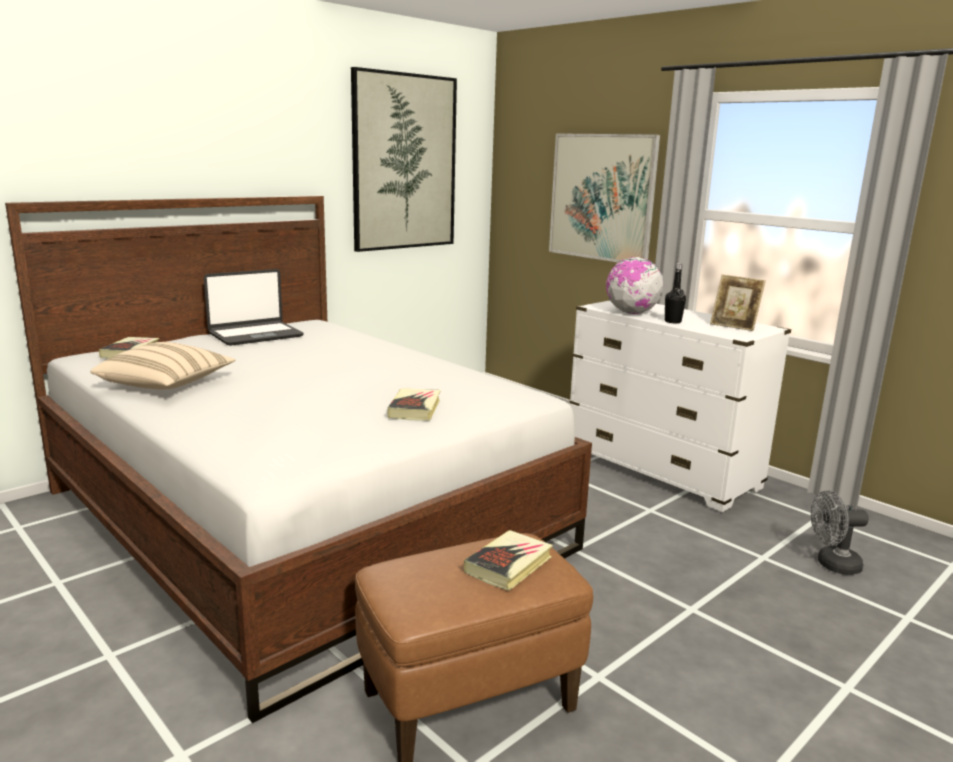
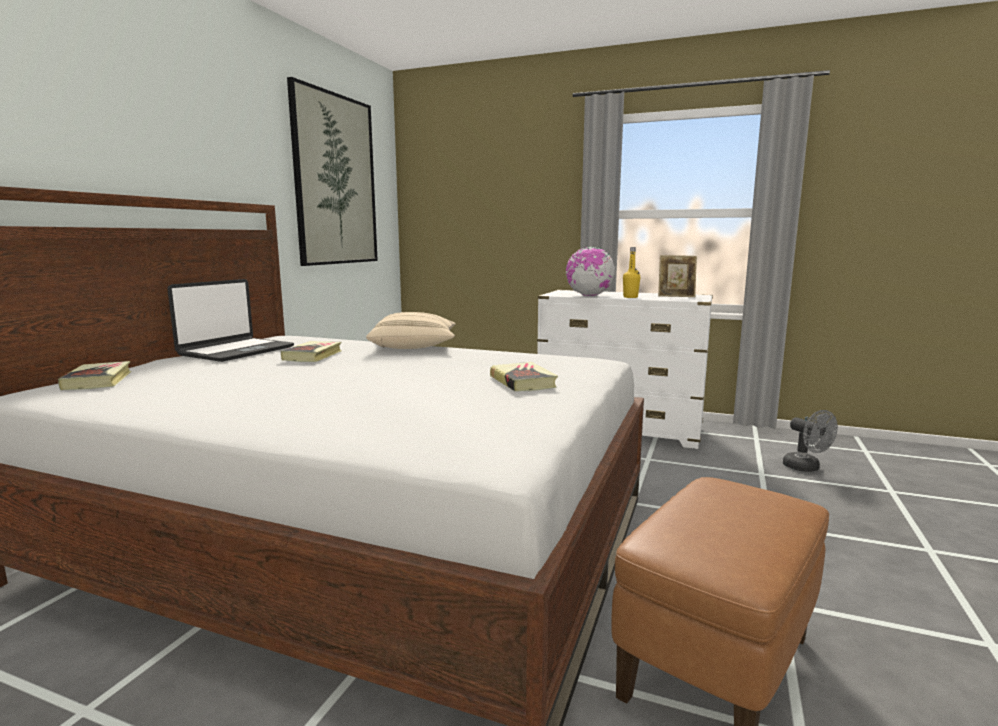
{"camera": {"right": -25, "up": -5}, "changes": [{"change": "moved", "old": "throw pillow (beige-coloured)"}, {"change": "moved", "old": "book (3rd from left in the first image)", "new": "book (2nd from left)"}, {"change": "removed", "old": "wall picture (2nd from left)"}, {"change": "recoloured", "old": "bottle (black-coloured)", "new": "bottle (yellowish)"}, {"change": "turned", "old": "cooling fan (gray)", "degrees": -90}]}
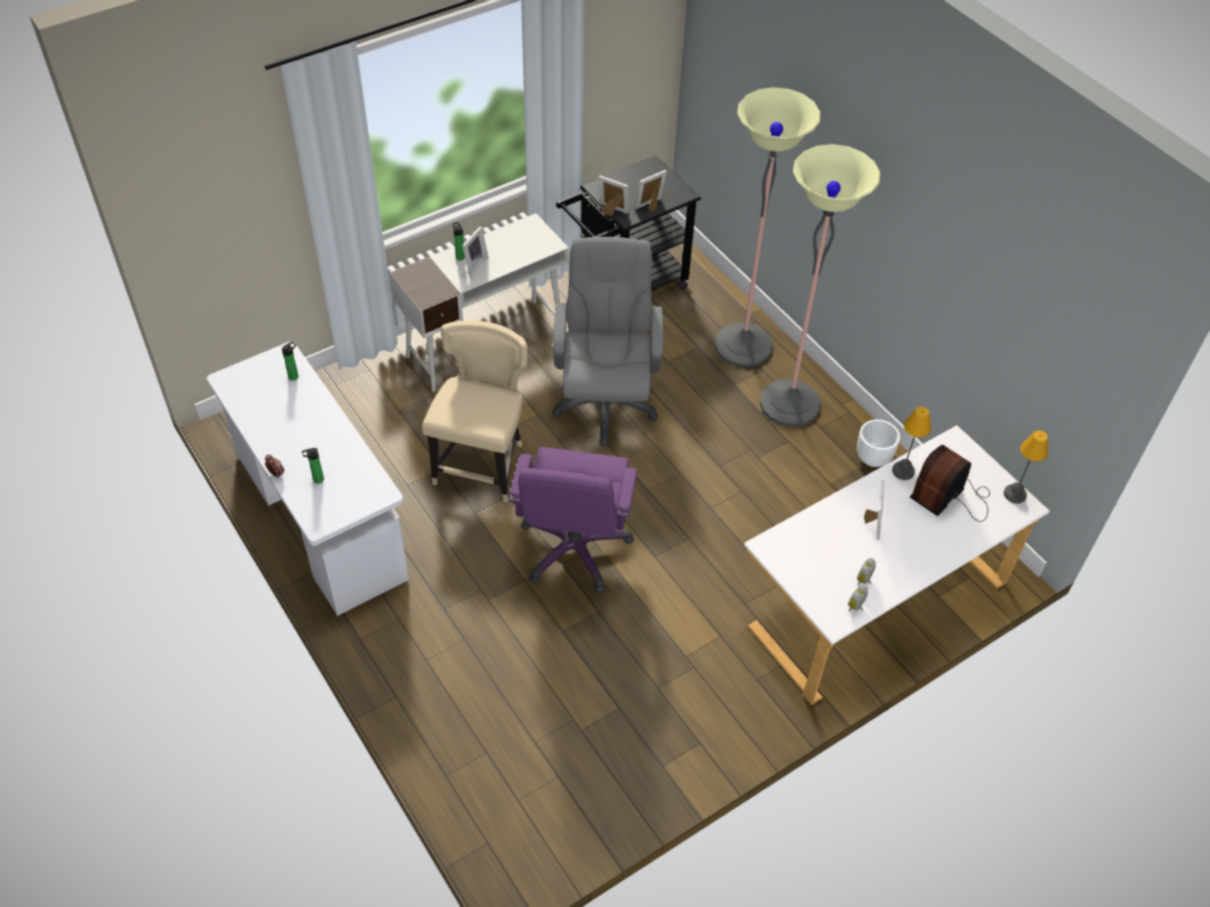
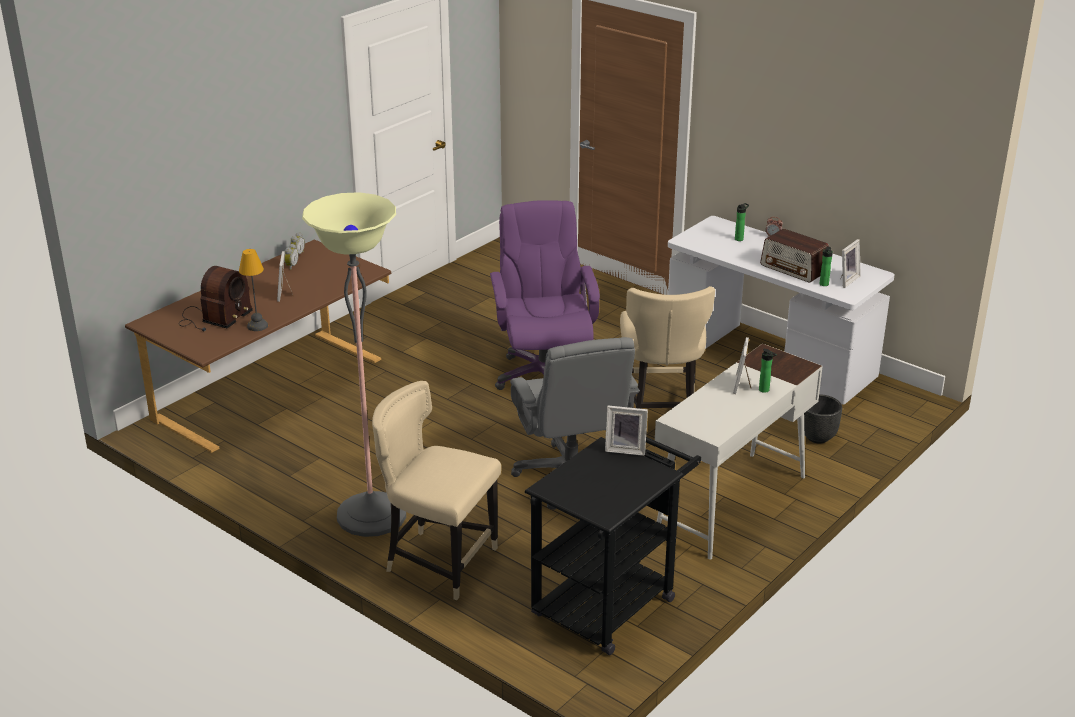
{"camera": {"right": 165, "up": -20}, "changes": [{"change": "moved", "old": "picture frame (3rd from left in the first image)", "new": "picture frame (4th from left)"}, {"change": "replaced", "old": "standing lamp (1st from left)", "new": "chair (beige-coloured) (1st from left)"}, {"change": "recoloured", "old": "desk table (white) (3rd from left)", "new": "desk table (brownish)"}, {"change": "removed", "old": "flower pot (white)"}, {"change": "removed", "old": "tabletop lamp (2nd from left)"}, {"change": "added", "new": "radio (2nd from left)"}, {"change": "added", "new": "flower pot (black-coloured)"}]}
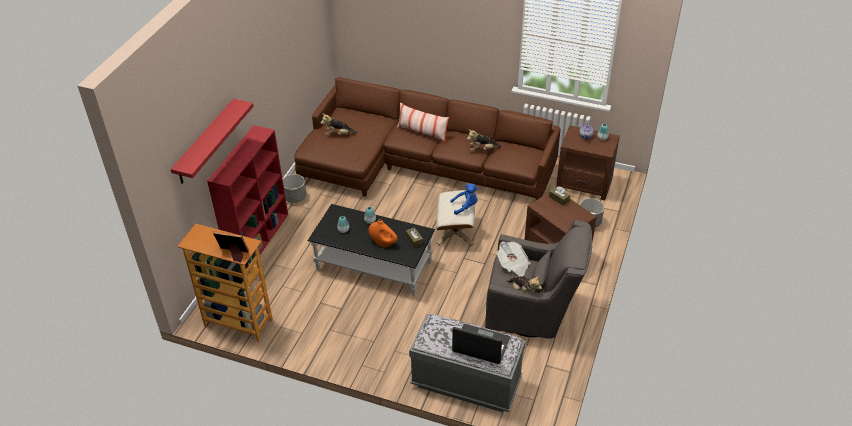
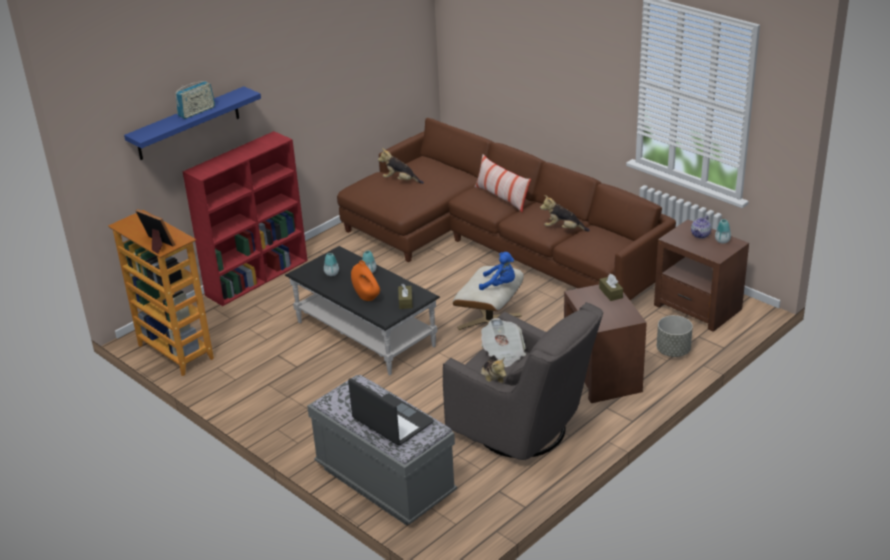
{"camera": {"right": 25, "up": -10}, "changes": [{"change": "recoloured", "old": "wall shelf (red-coloured)", "new": "wall shelf (blue)"}, {"change": "removed", "old": "flower pot (gray) (1st from left)"}, {"change": "added", "new": "radio"}]}
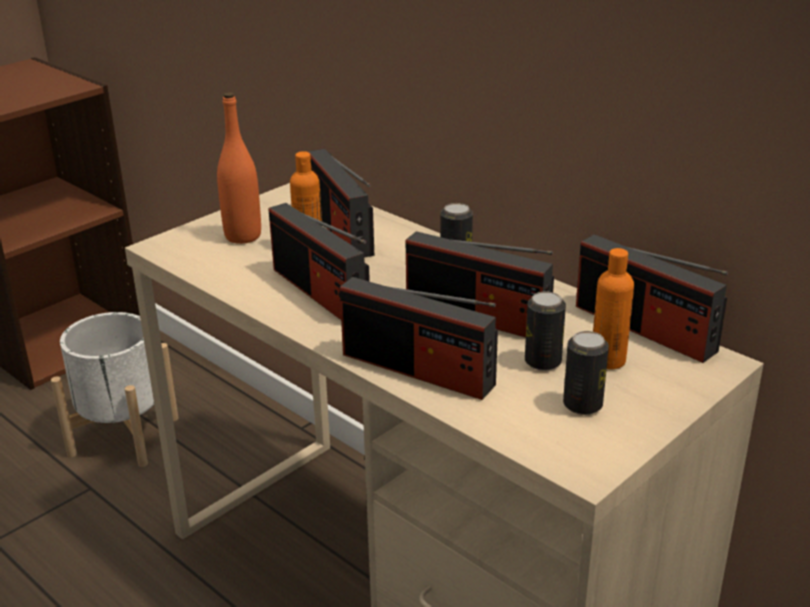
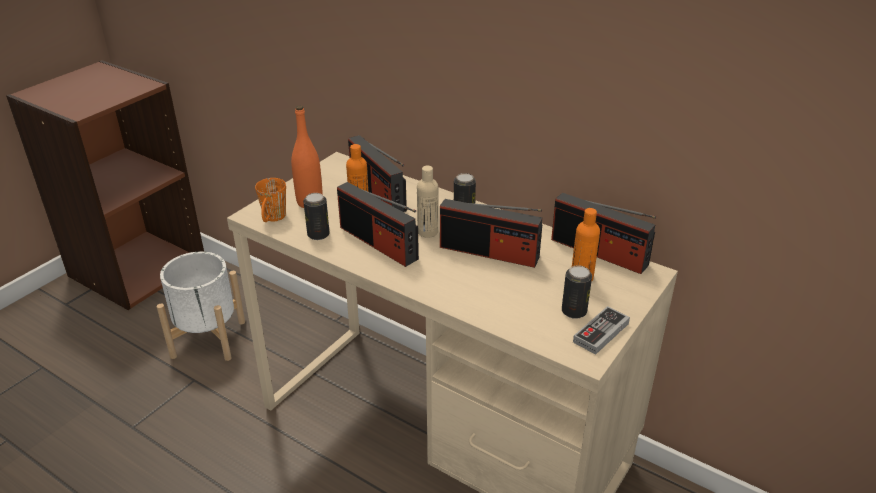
{"camera": {"right": -10, "up": 5}, "changes": [{"change": "removed", "old": "radio (3rd from left)"}, {"change": "moved", "old": "sealed can (2nd from left in the first image)", "new": "sealed can (1st from left)"}, {"change": "added", "new": "mug (orangey)"}, {"change": "added", "new": "bottle (beige-coloured)"}, {"change": "added", "new": "game controller"}]}
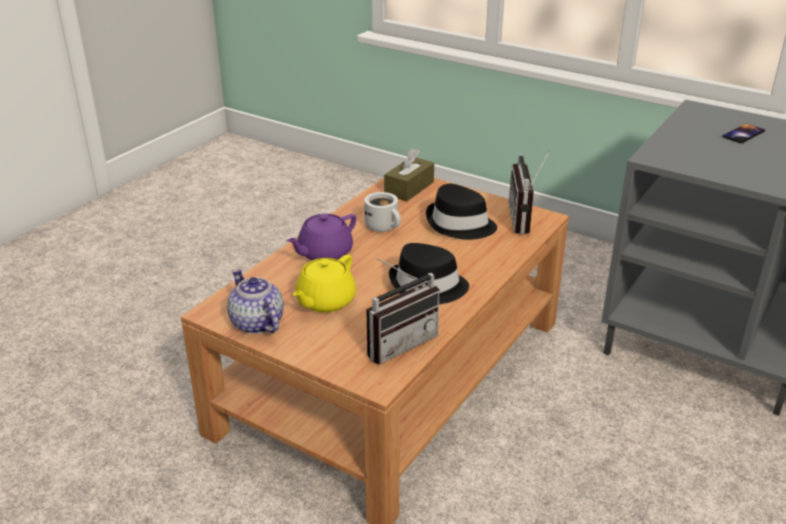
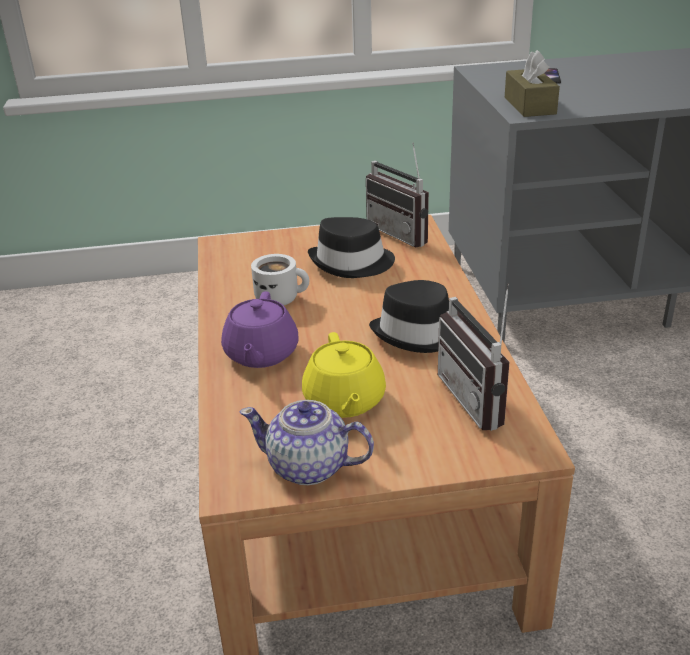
{"camera": {"right": -40, "up": 0}, "changes": [{"change": "turned", "old": "radio (1st from left in the first image)", "degrees": 150}, {"change": "moved", "old": "box of tissues (brownish)"}]}
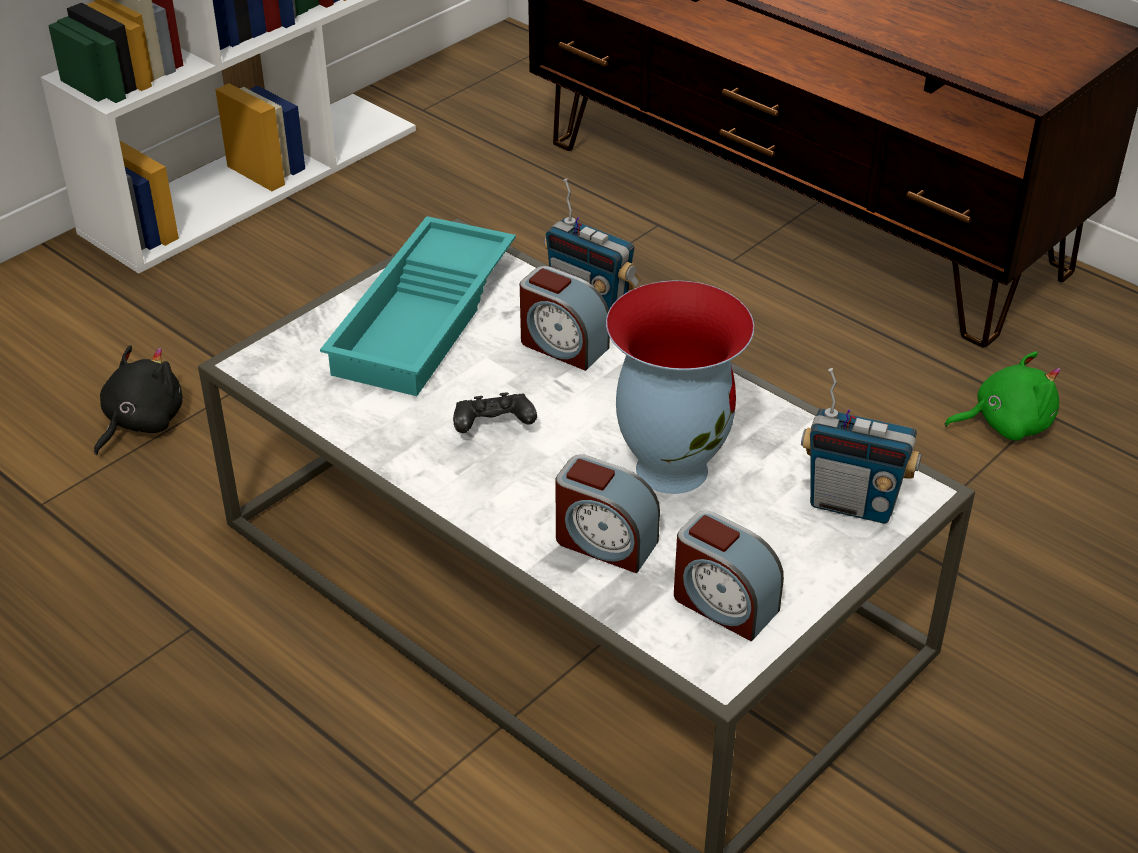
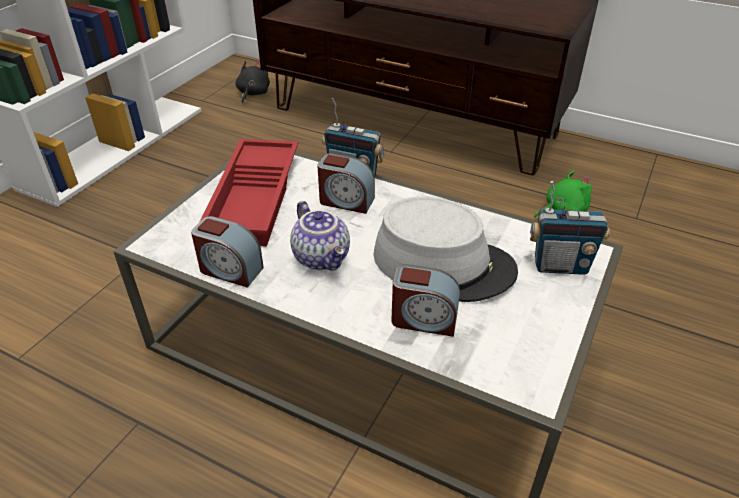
{"camera": {"right": -15, "up": 0}, "changes": [{"change": "moved", "old": "plush toy (black-coloured)"}, {"change": "recoloured", "old": "serving tray (turquoise-coloured)", "new": "serving tray (red-coloured)"}, {"change": "replaced", "old": "game controller (black-coloured)", "new": "tea pot"}, {"change": "replaced", "old": "vase", "new": "wearable hat (gray)"}, {"change": "moved", "old": "table clock (3rd from left in the first image)", "new": "table clock (1st from left)"}]}
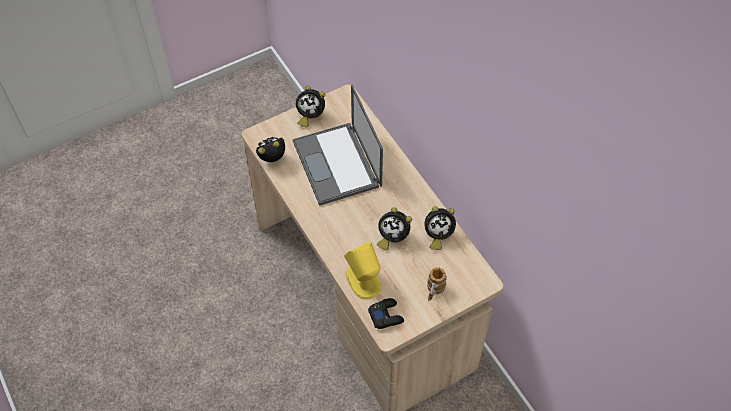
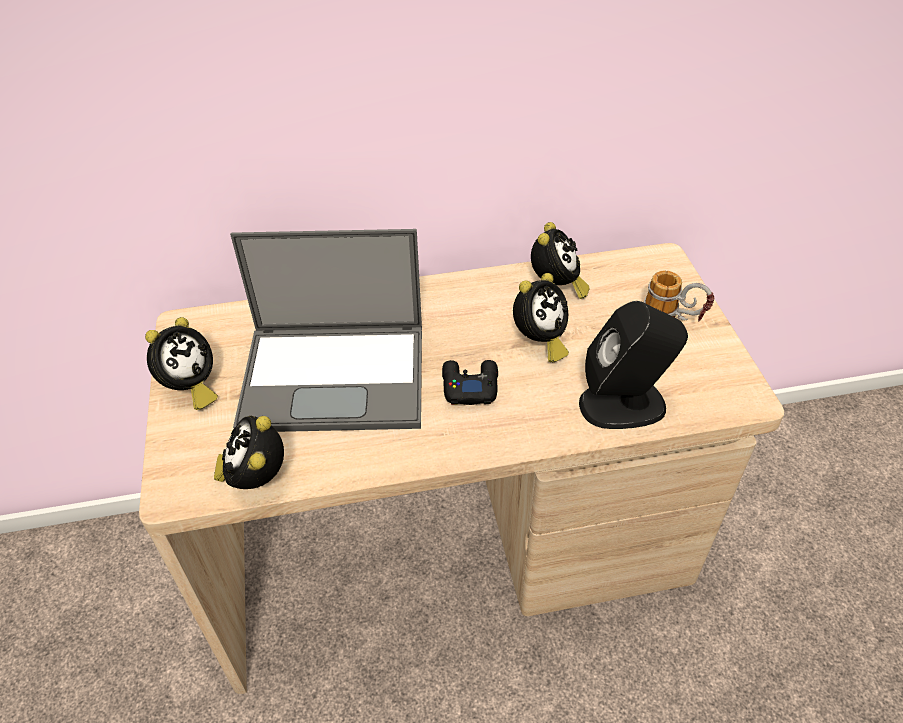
{"camera": {"right": -70, "up": -10}, "changes": [{"change": "recoloured", "old": "loudspeaker (yellowish)", "new": "loudspeaker (black-coloured)"}, {"change": "moved", "old": "game controller (black-coloured)"}]}
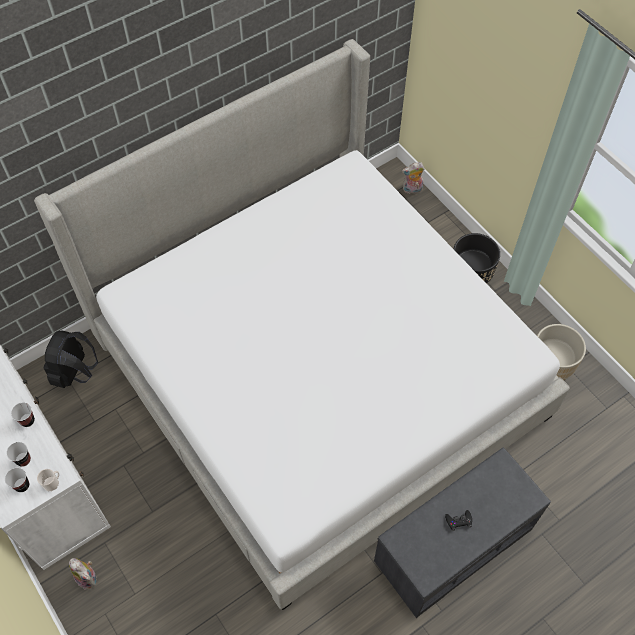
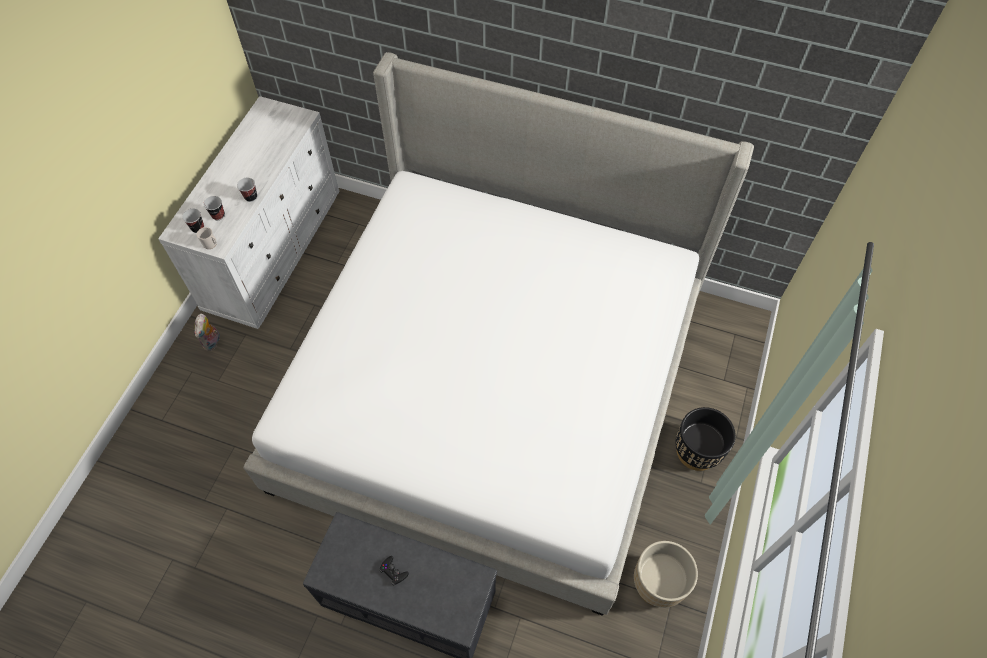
{"camera": {"right": 55, "up": 0}, "changes": [{"change": "removed", "old": "rucksack (black-coloured)"}, {"change": "removed", "old": "plush toy (2nd from left)"}]}
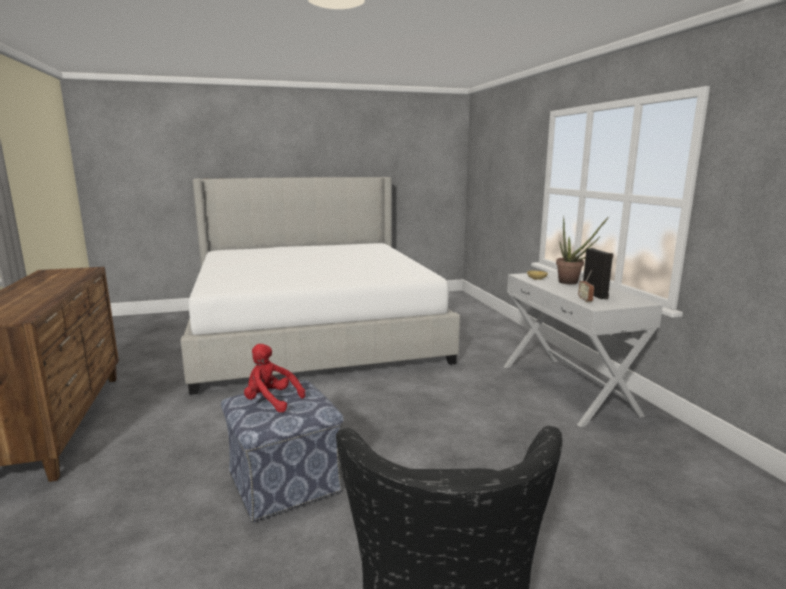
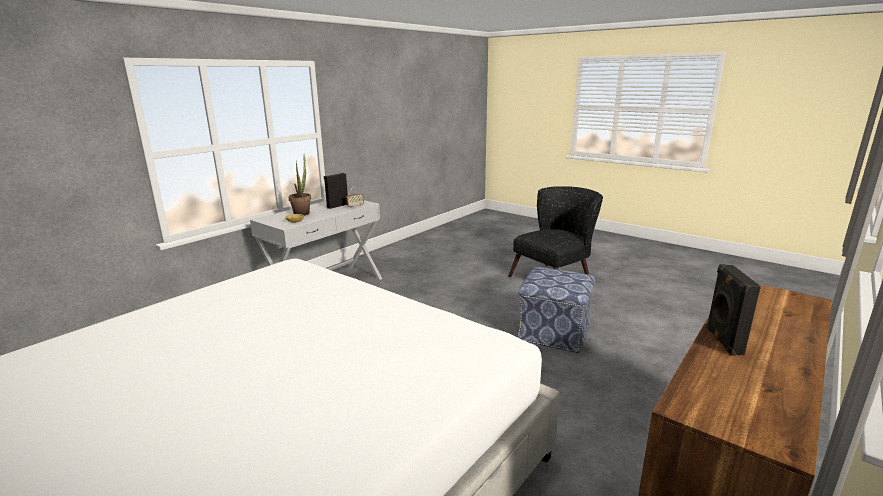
{"camera": {"right": -125, "up": 5}, "changes": [{"change": "removed", "old": "plush toy (red-coloured)"}, {"change": "added", "new": "loudspeaker (black-coloured) (2nd from left)"}]}
